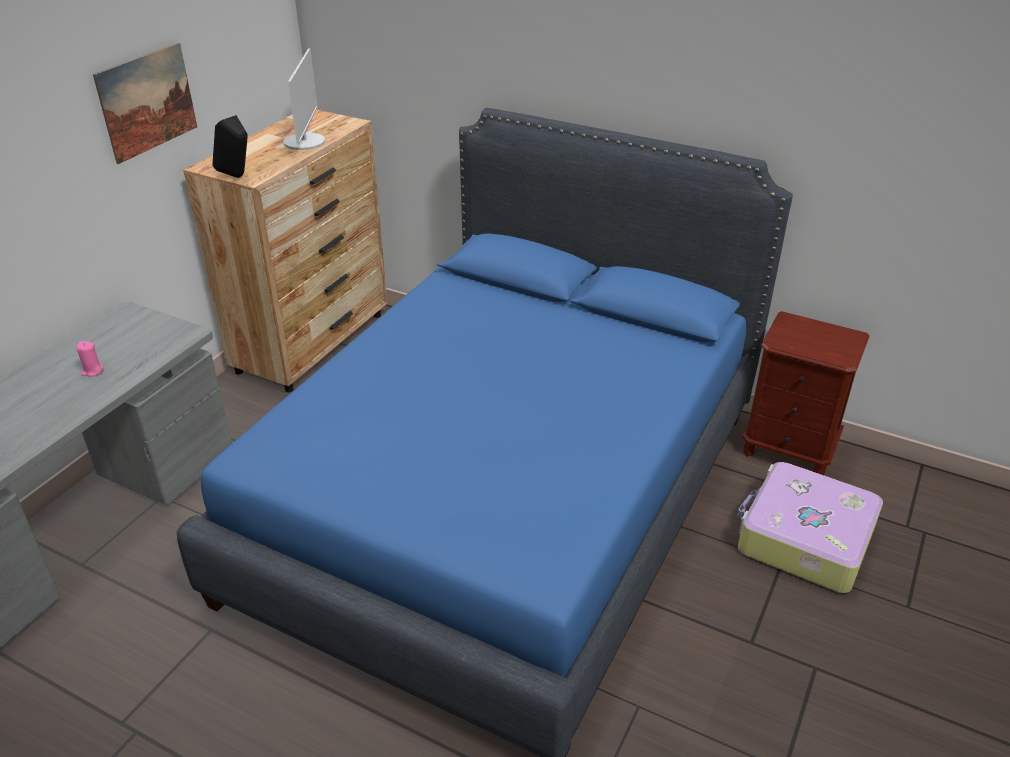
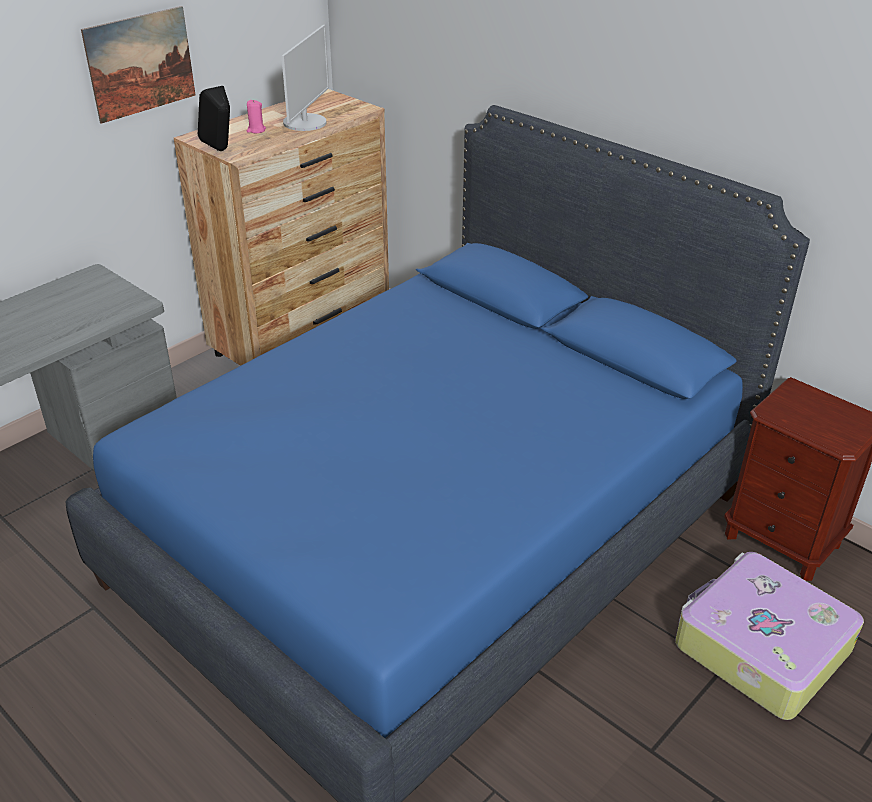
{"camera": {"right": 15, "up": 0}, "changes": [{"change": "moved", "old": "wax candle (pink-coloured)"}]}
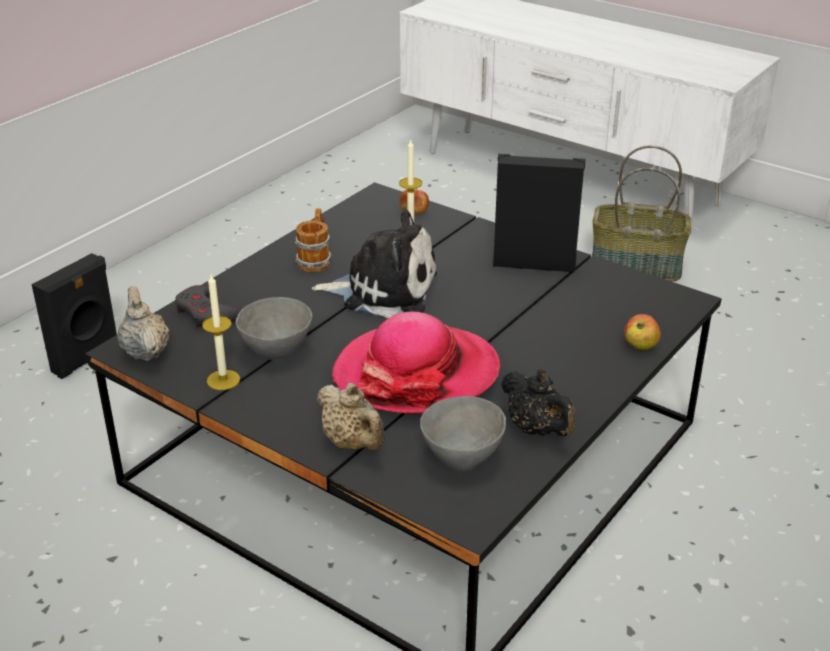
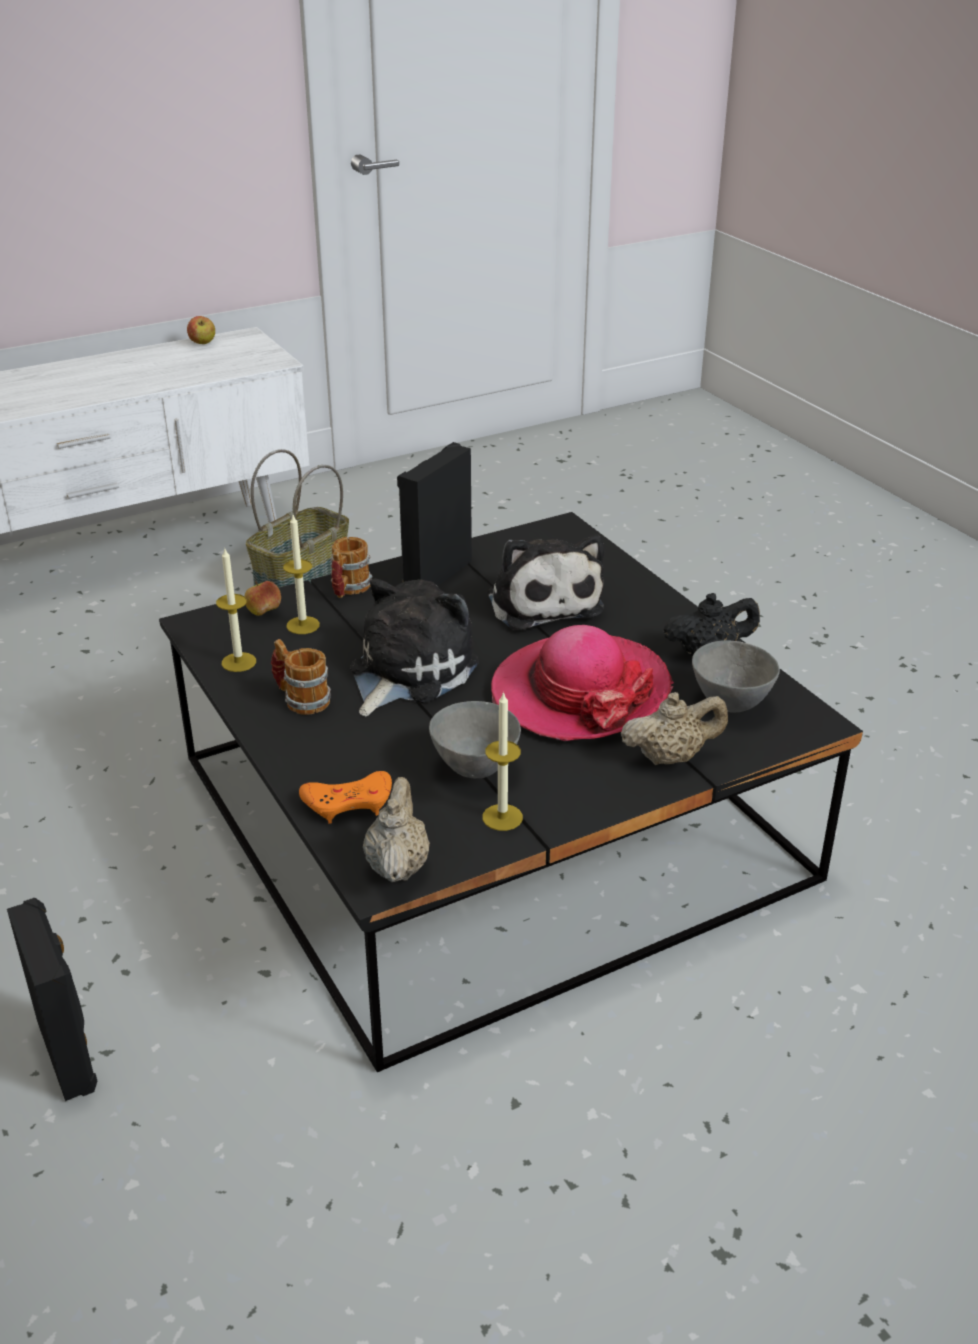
{"camera": {"right": -65, "up": 0}, "changes": [{"change": "turned", "old": "tea pot (beige-coloured) (1st from left)", "degrees": 90}, {"change": "recoloured", "old": "game controller (gray)", "new": "game controller (orangey)"}, {"change": "moved", "old": "apple (2nd from left in the first image)", "new": "apple (1st from left)"}, {"change": "added", "new": "wax candle (1st from left)"}, {"change": "added", "new": "mug (2nd from left)"}, {"change": "added", "new": "plush toy (2nd from left)"}]}
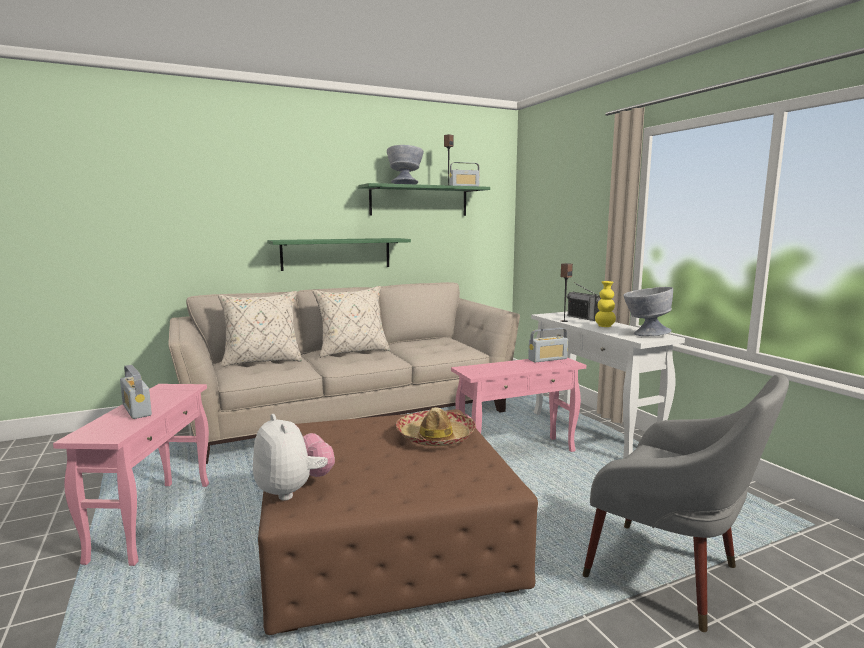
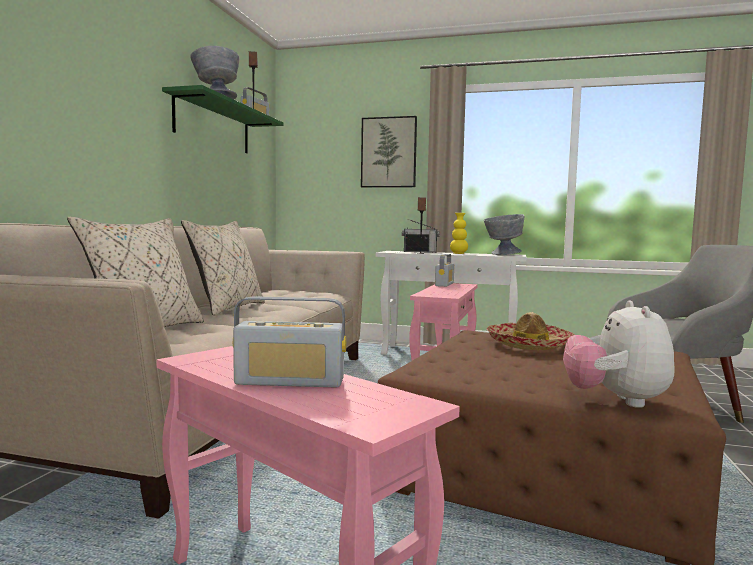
{"camera": {"right": -50, "up": -5}, "changes": [{"change": "turned", "old": "plush toy", "degrees": -90}, {"change": "removed", "old": "wall shelf (green-coloured) (1st from left)"}, {"change": "added", "new": "wall picture"}]}
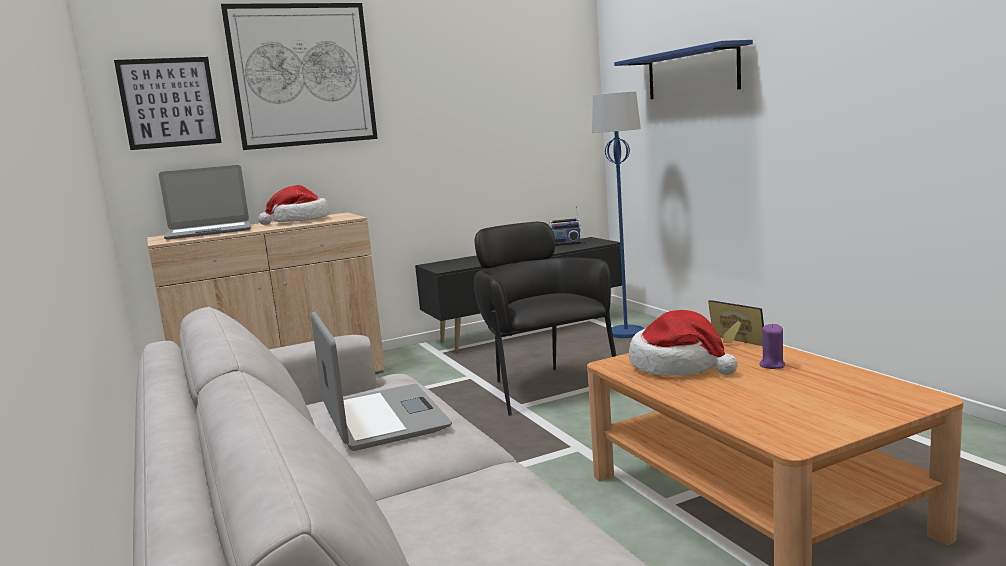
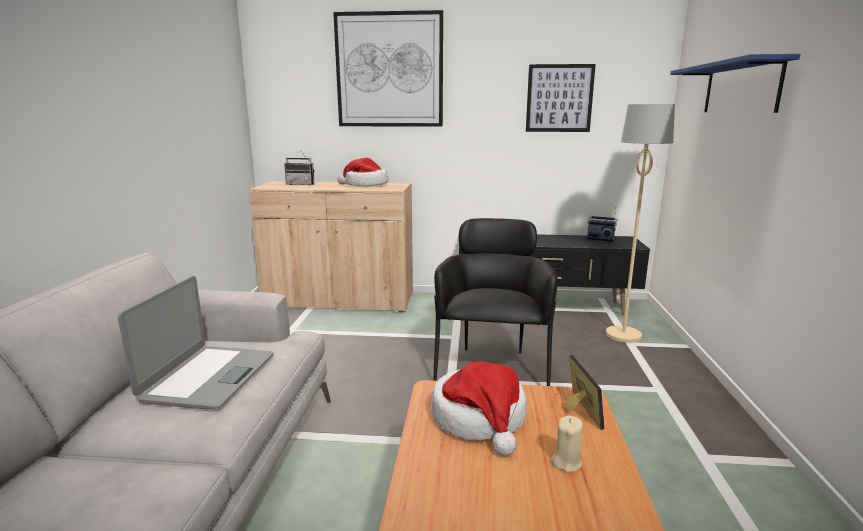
{"camera": {"right": 30, "up": 5}, "changes": [{"change": "moved", "old": "wall picture (1st from left in the first image)", "new": "wall picture (2nd from left)"}, {"change": "replaced", "old": "notebook computer (1st from left)", "new": "radio (1st from left)"}, {"change": "recoloured", "old": "standing lamp (blue)", "new": "standing lamp (beige-coloured)"}, {"change": "recoloured", "old": "wax candle (purplish)", "new": "wax candle (beige-coloured)"}]}
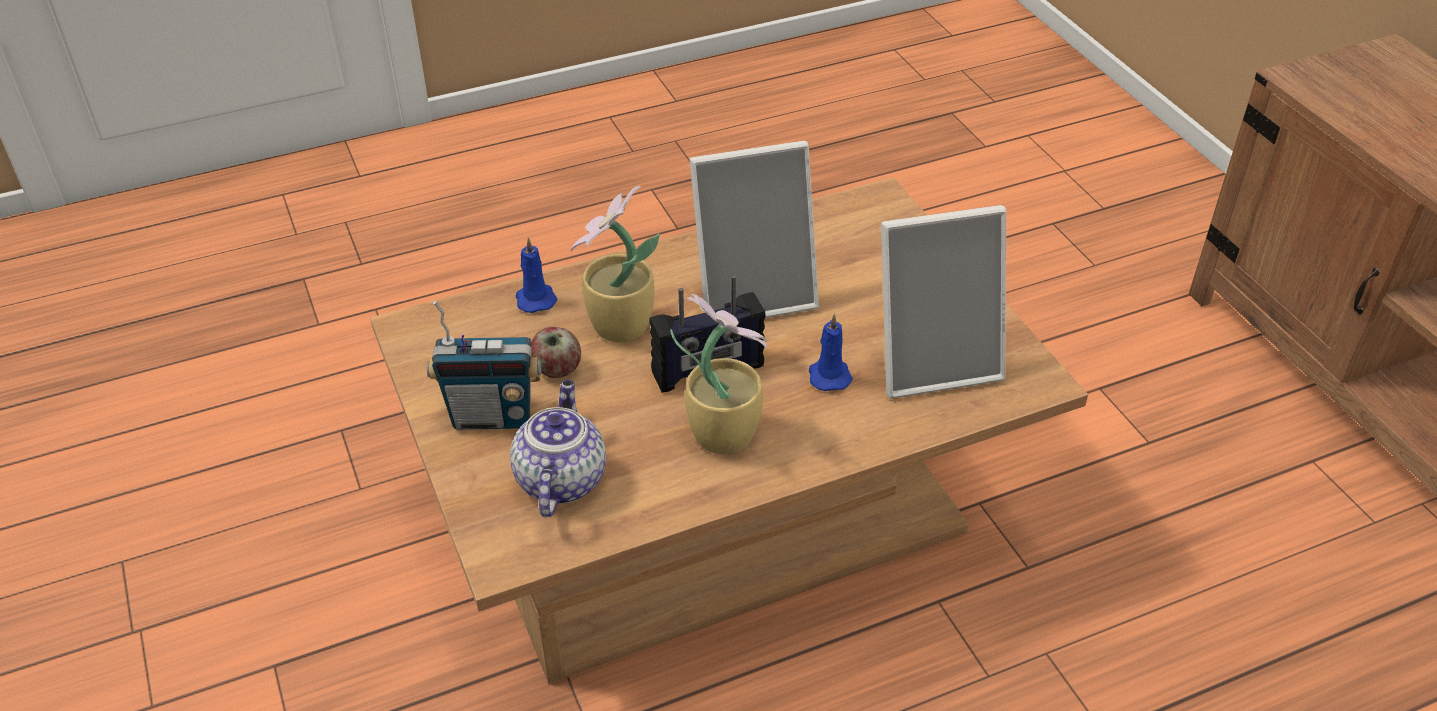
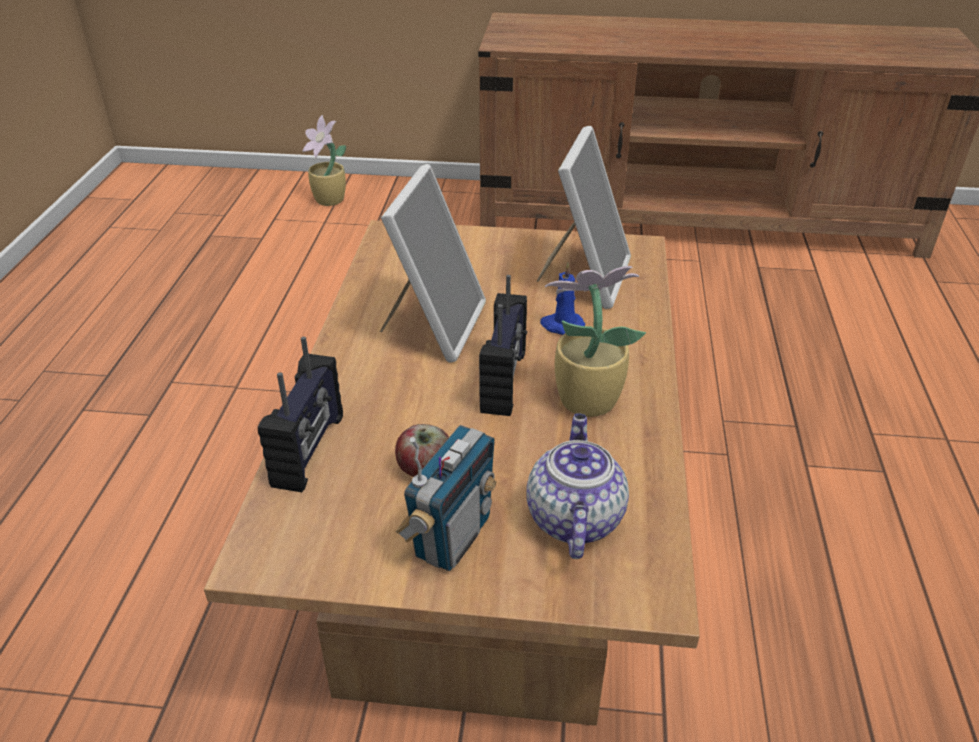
{"camera": {"right": -60, "up": -5}, "changes": [{"change": "turned", "old": "tea pot", "degrees": 60}, {"change": "replaced", "old": "wax candle (blue) (1st from left)", "new": "radio (1st from left)"}, {"change": "moved", "old": "houseplant (1st from left)"}]}
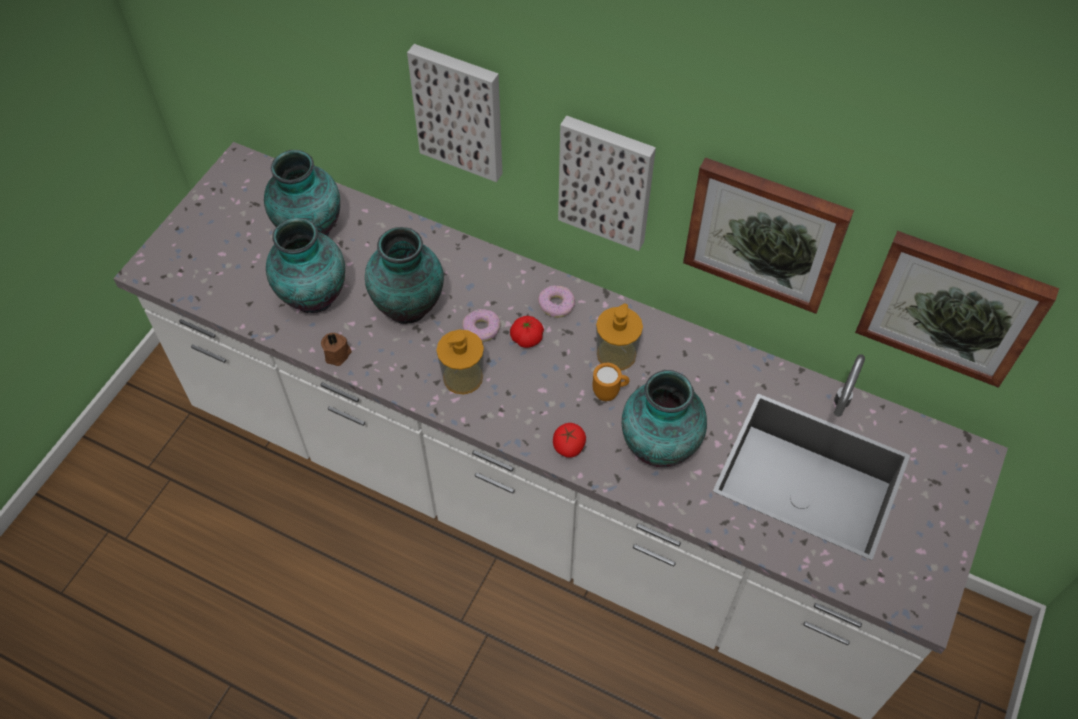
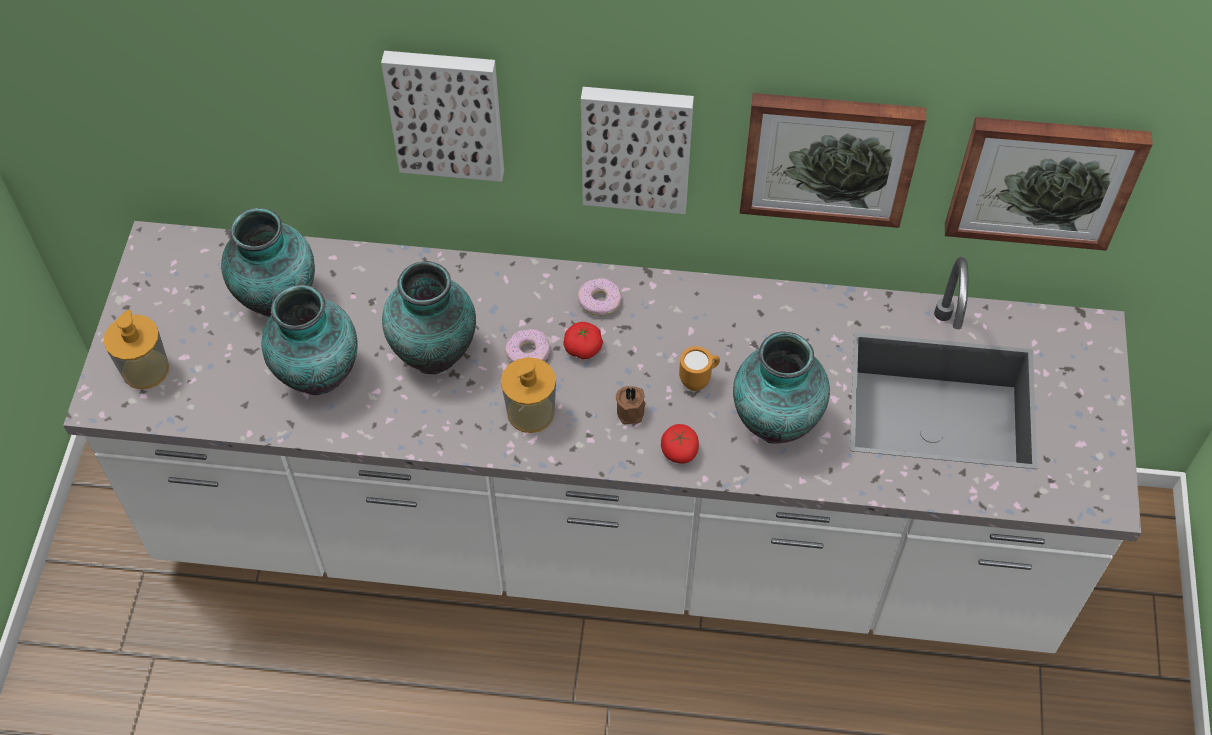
{"camera": {"right": -20, "up": 0}, "changes": [{"change": "moved", "old": "wax candle (brownish)"}, {"change": "moved", "old": "liquid soap bottle (2nd from left in the first image)", "new": "liquid soap bottle (1st from left)"}]}
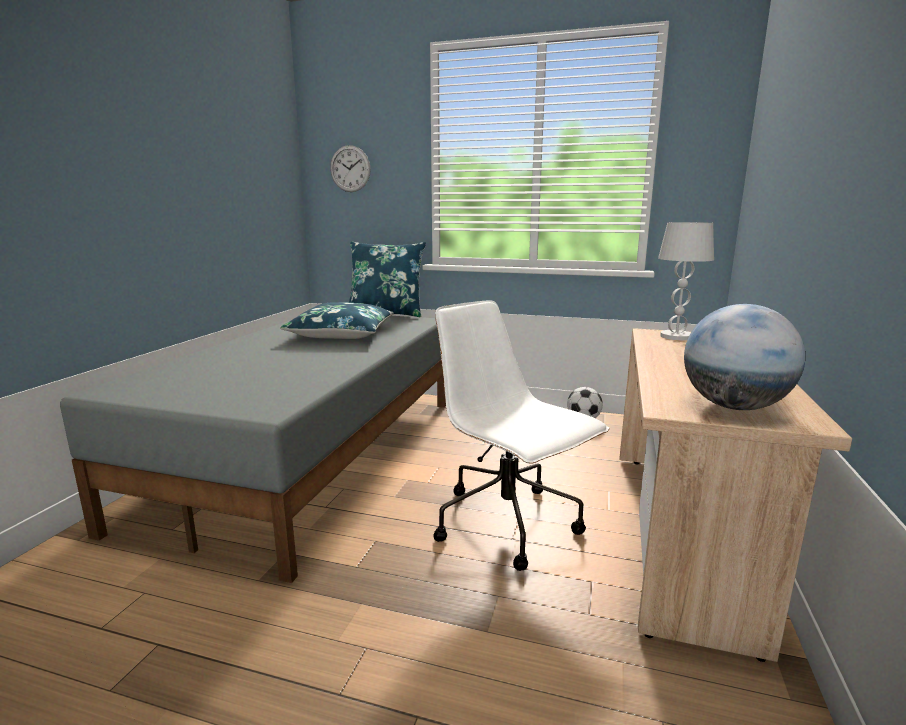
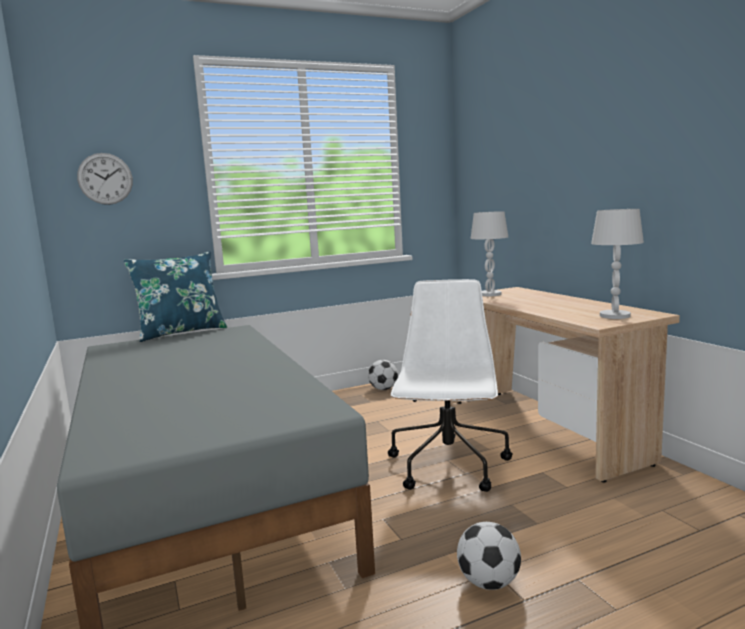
{"camera": {"right": -40, "up": -5}, "changes": [{"change": "removed", "old": "throw pillow (blue) (1st from left)"}, {"change": "turned", "old": "office chair (white)", "degrees": 90}, {"change": "replaced", "old": "desk globe", "new": "tabletop lamp (white) (2nd from left)"}, {"change": "added", "new": "ball for football (2nd from left)"}]}
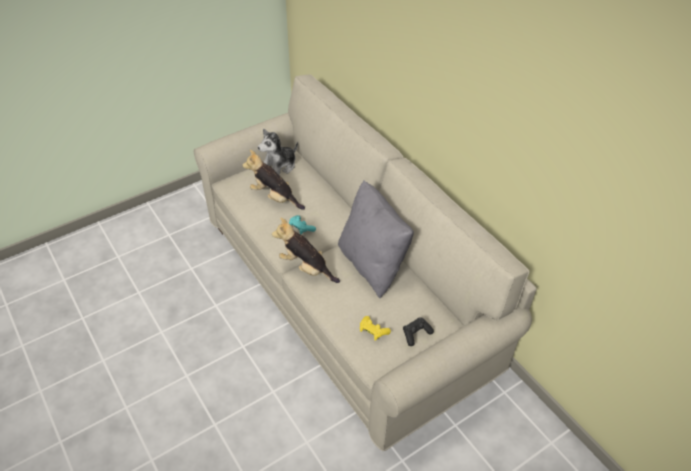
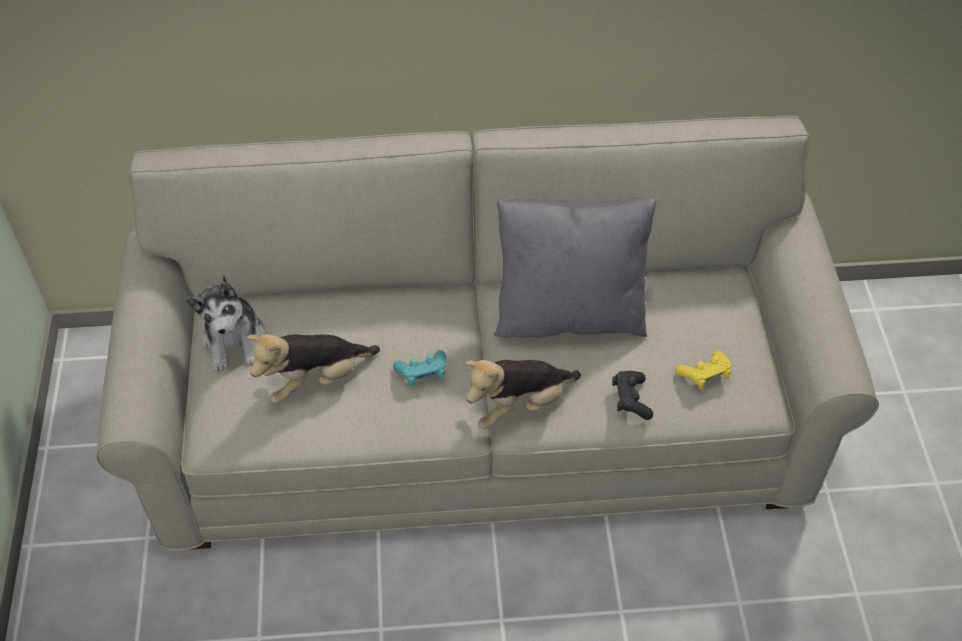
{"camera": {"right": -60, "up": 5}, "changes": [{"change": "moved", "old": "game controller (black-coloured)"}]}
